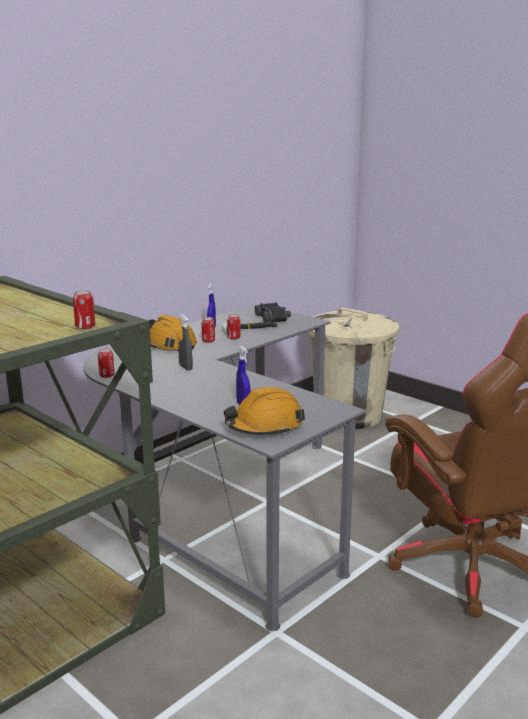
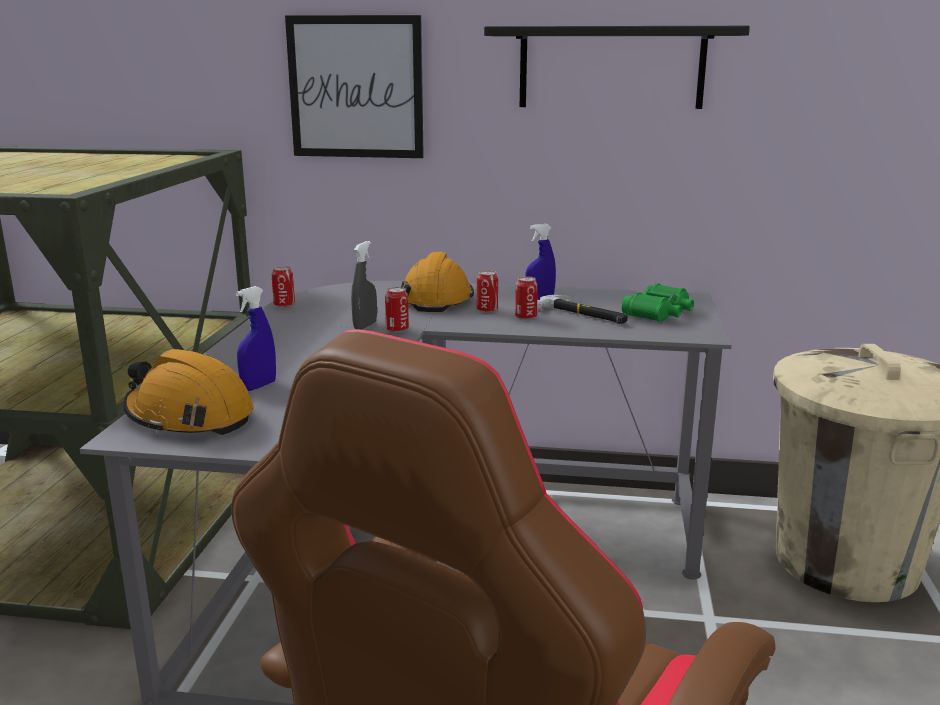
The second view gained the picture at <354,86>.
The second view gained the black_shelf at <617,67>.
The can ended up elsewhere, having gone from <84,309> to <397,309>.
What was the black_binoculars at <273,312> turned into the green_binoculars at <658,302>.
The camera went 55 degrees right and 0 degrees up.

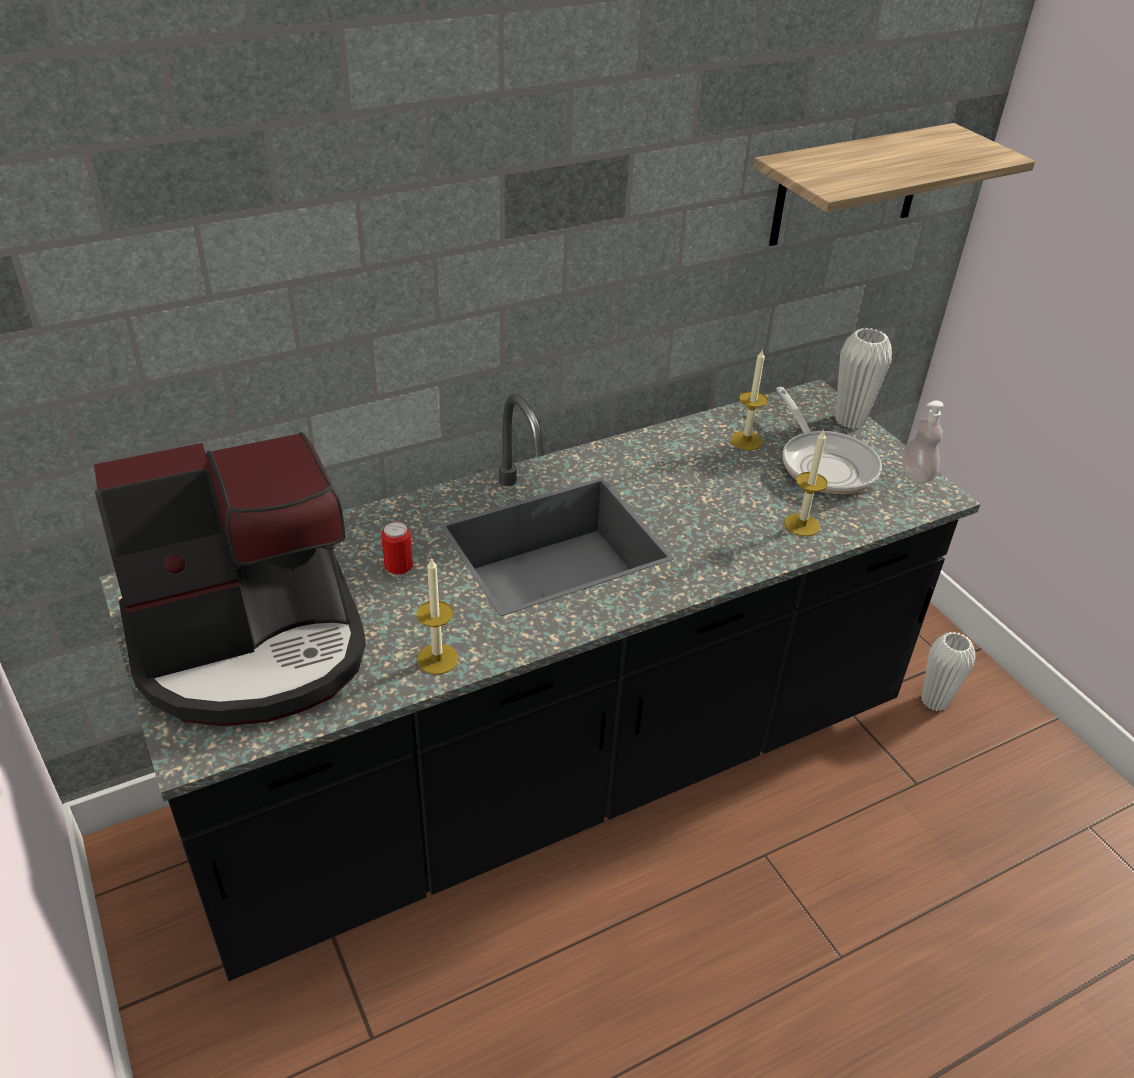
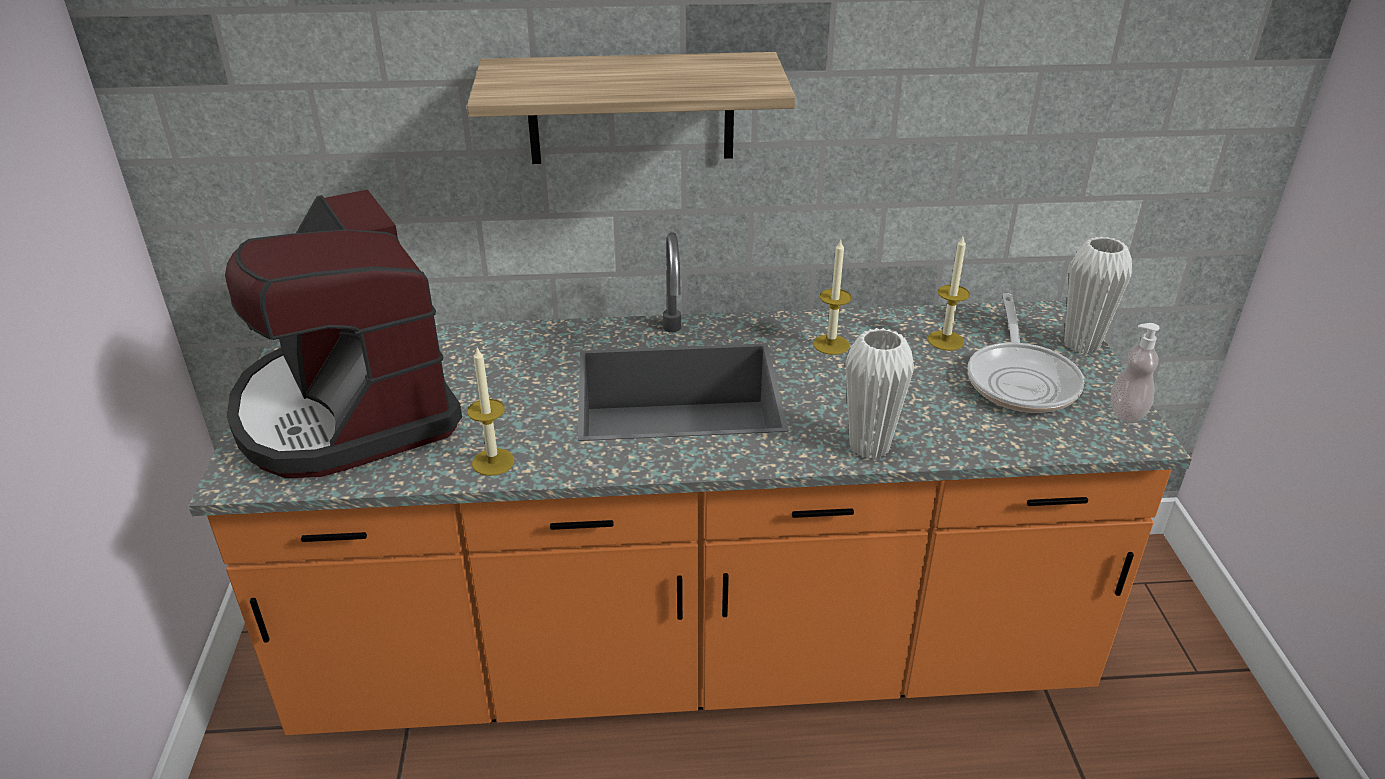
The second view lost the can at <397,549>.
The shelf ended up elsewhere, having gone from <894,184> to <631,108>.
The candle ended up elsewhere, having gone from <806,482> to <832,297>.
The white_vase ended up elsewhere, having gone from <948,671> to <879,393>.
What was the black_counter at <540,680> turned into the orange_counter at <690,483>.
The coffee_machine at <230,579> ended up facing another way, 60 degrees clockwise from before.
The camera went 25 degrees right and 5 degrees down.

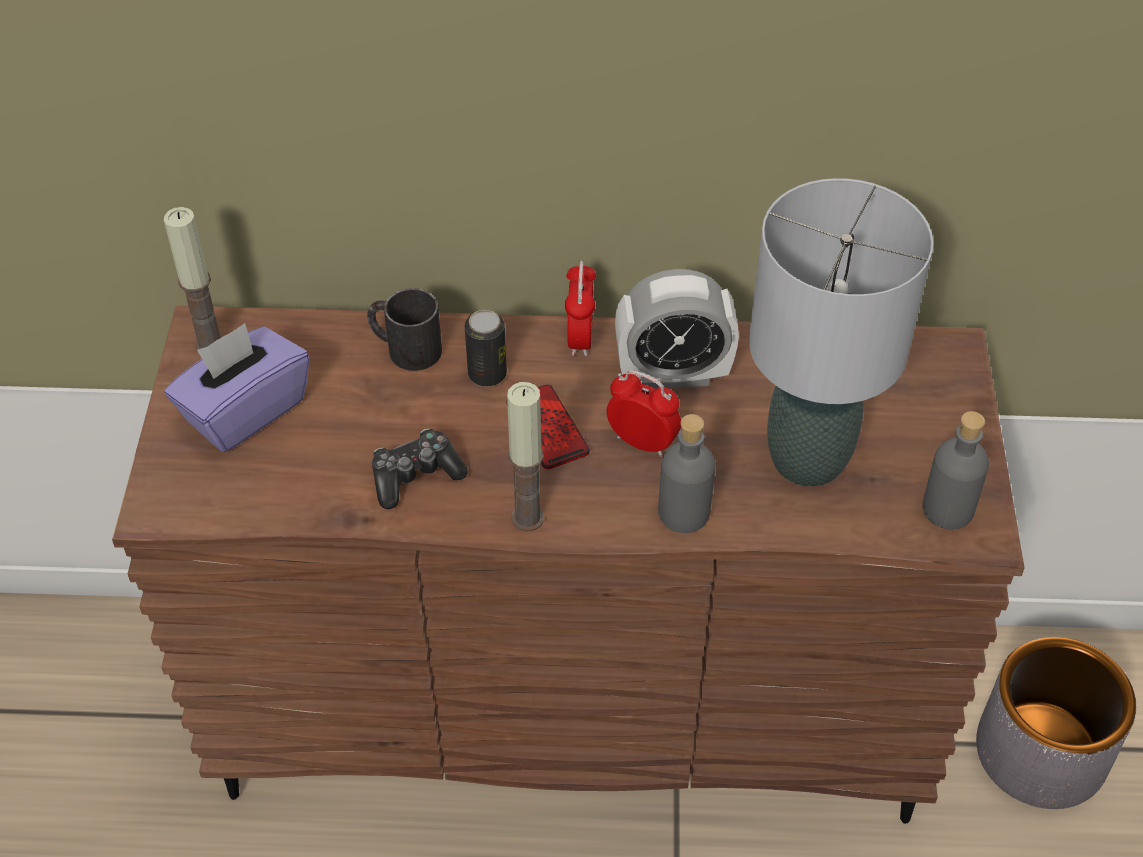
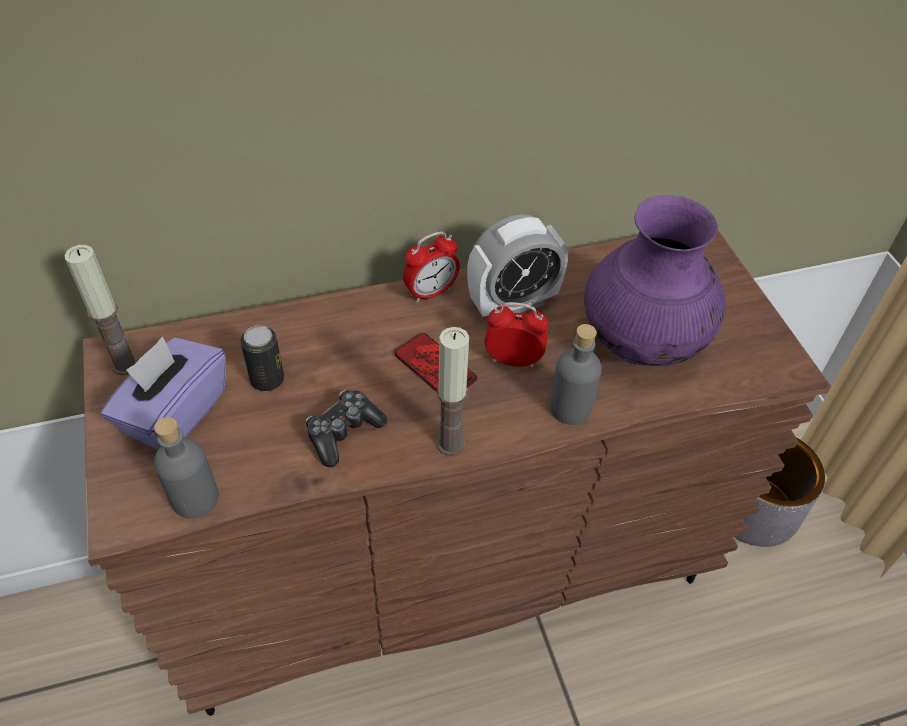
The second view lost the black_mug at <404,329>.
The can ended up elsewhere, having gone from <486,348> to <262,358>.
The grey_bottle ended up elsewhere, having gone from <956,470> to <186,468>.
Where the grey_table_lamp stood at <841,332>, the purple_vase came to stand at <655,280>.
The alarm_clock at <580,308> ended up facing another way, 75 degrees clockwise from before.
The camera went 20 degrees left and 0 degrees up.

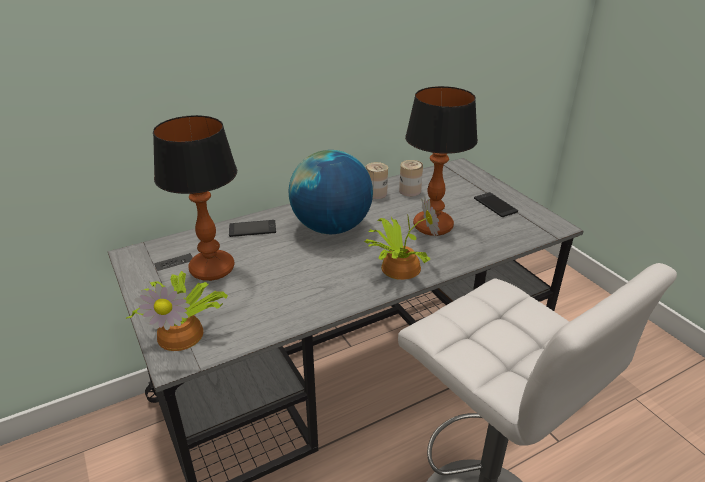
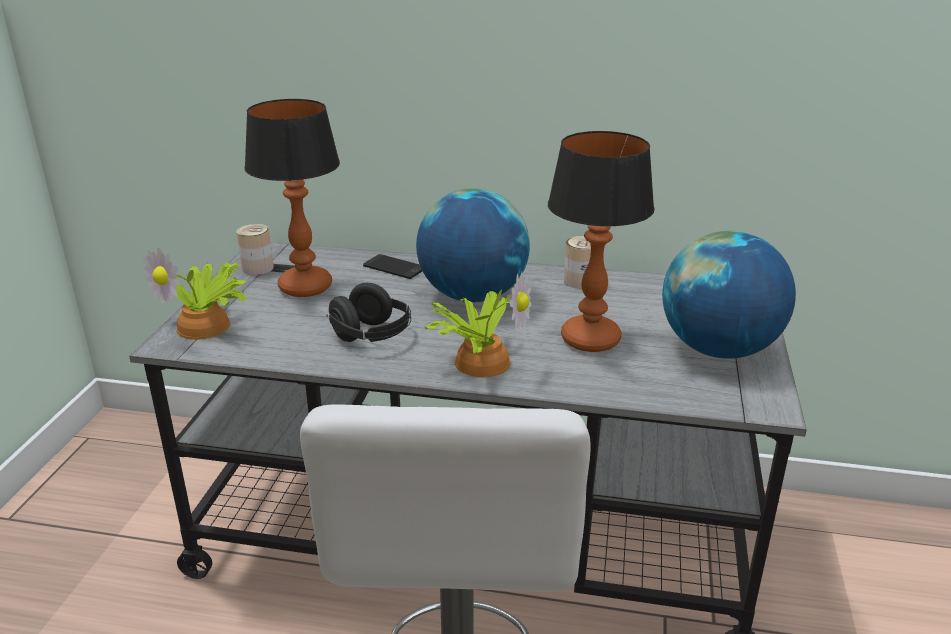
The second view gained the black_headphones at <368,312>.
The can ended up elsewhere, having gone from <411,178> to <255,249>.
Where the phone stood at <496,204>, the globe came to stand at <729,295>.
The camera went 40 degrees right and 5 degrees down.

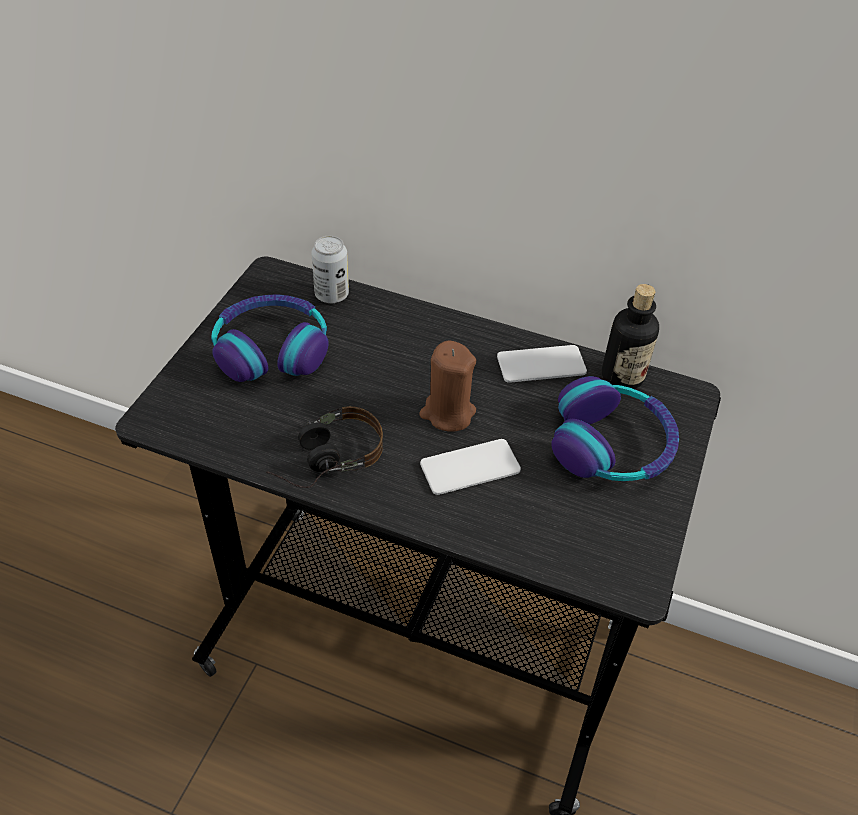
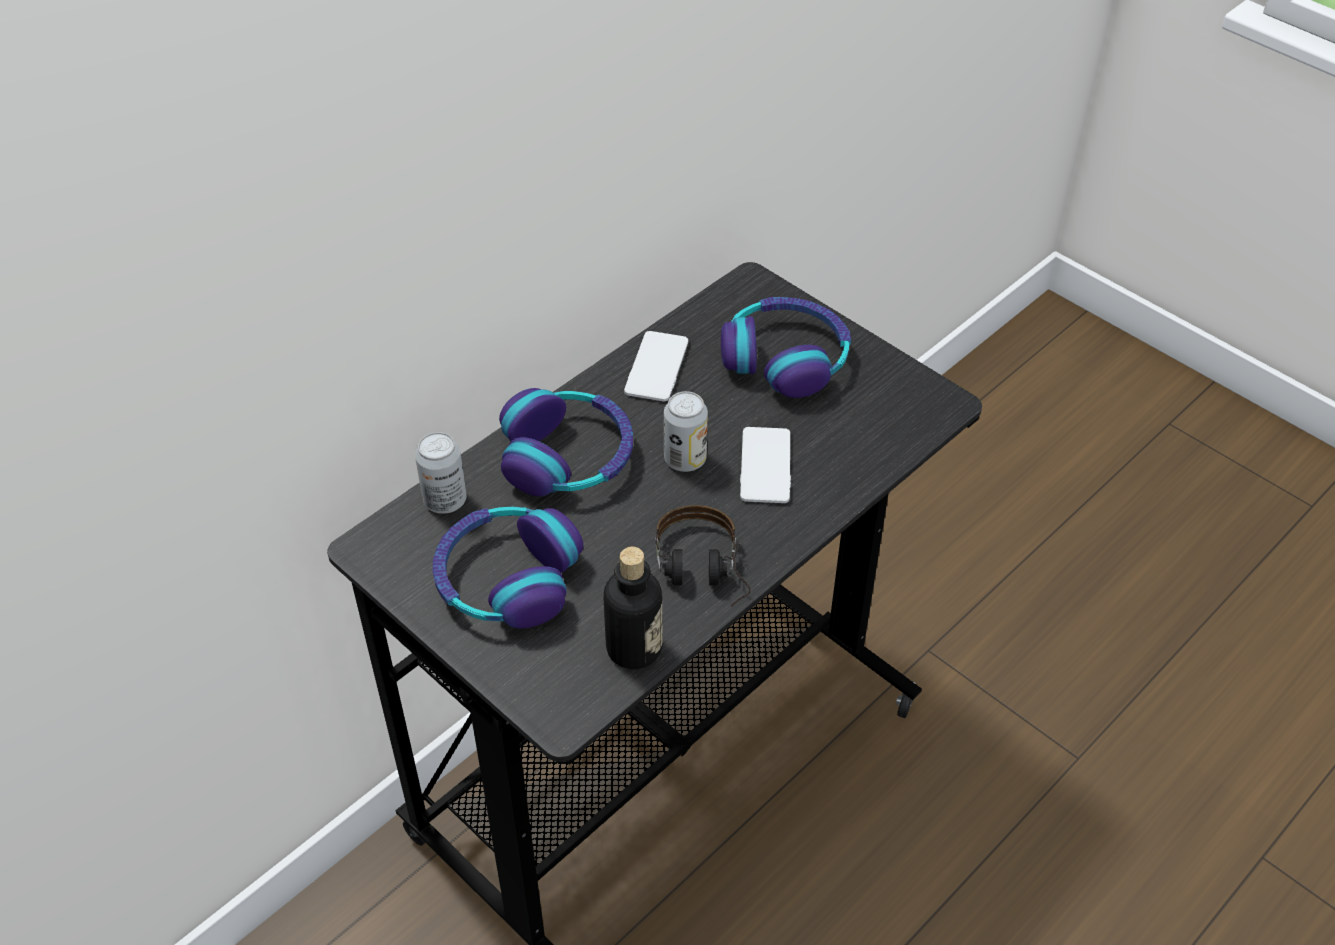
The second view gained the headphones at <566,442>.
The bottle ended up elsewhere, having gone from <630,336> to <633,608>.
Where the brown_candle stood at <447,385>, the can came to stand at <686,431>.
The camera went 65 degrees left and 0 degrees up.

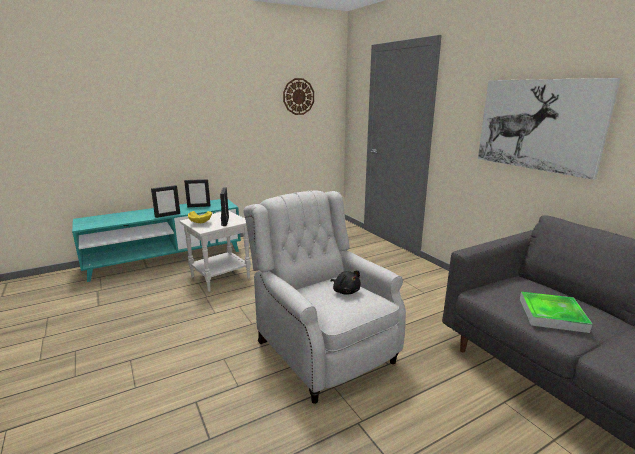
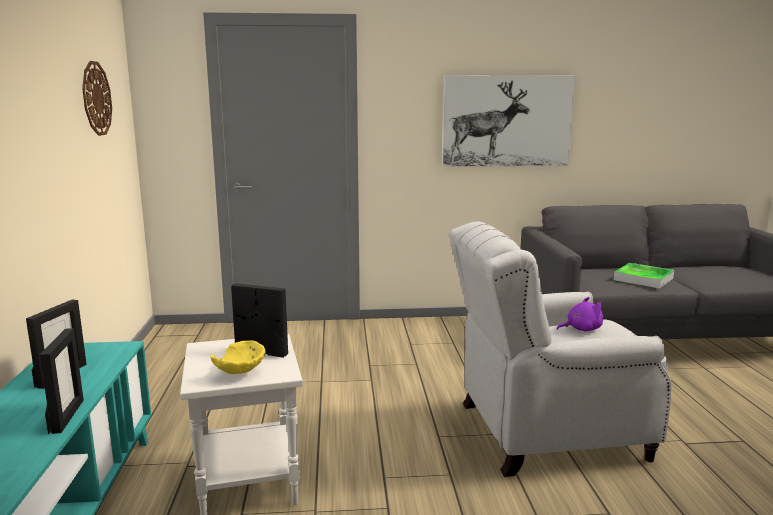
What was the black_plush_toy at <346,283> turned into the purple_plush_toy at <580,314>.
The camera went 65 degrees left and 5 degrees down.

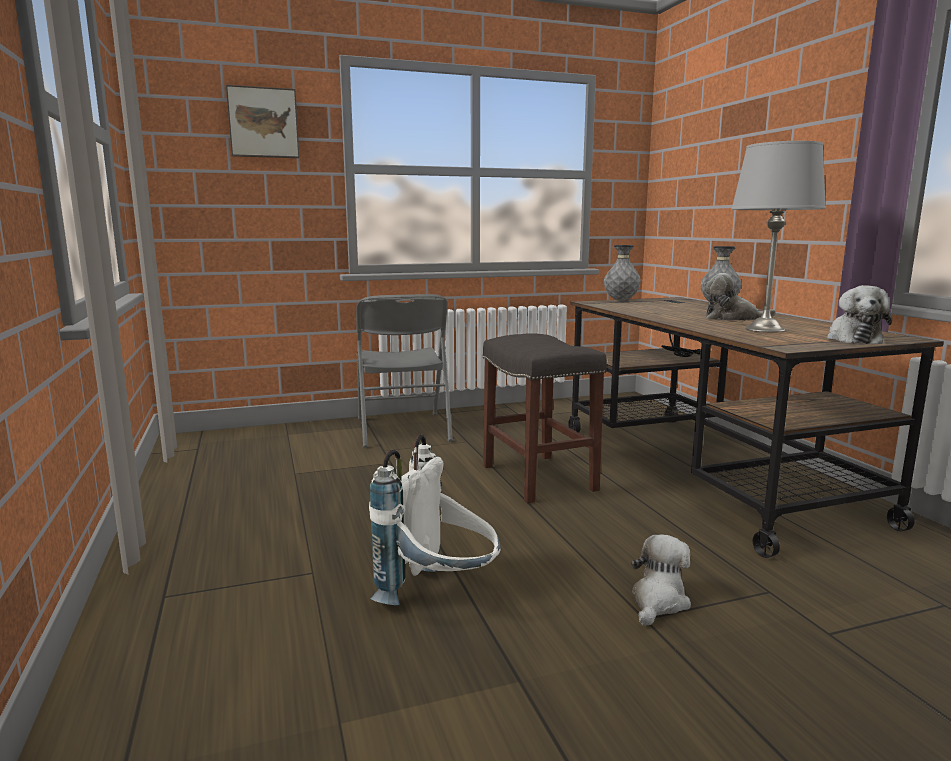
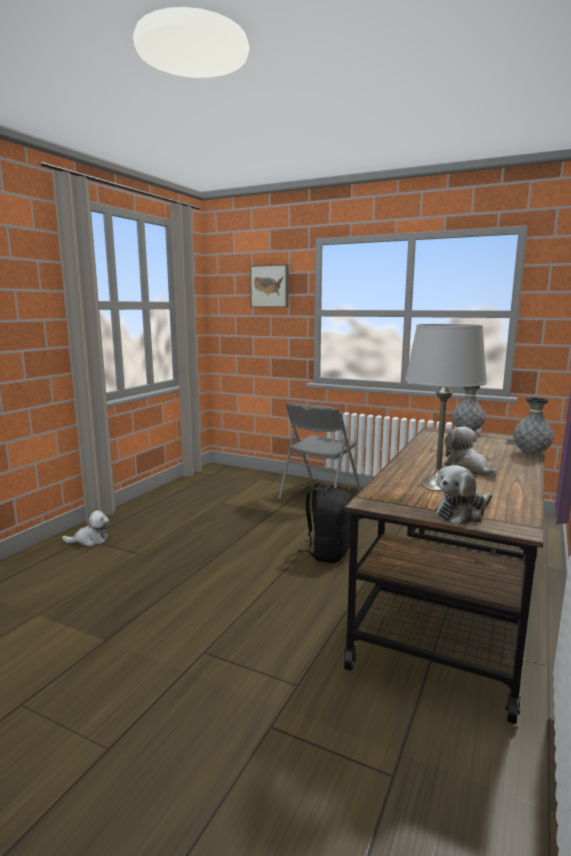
The second view lost the white_backpack at <435,519>.
The plush_toy ended up elsewhere, having gone from <661,580> to <85,528>.
Where the grey_stool stood at <545,418>, the black_backpack came to stand at <325,522>.
The camera went 45 degrees right and 0 degrees up.

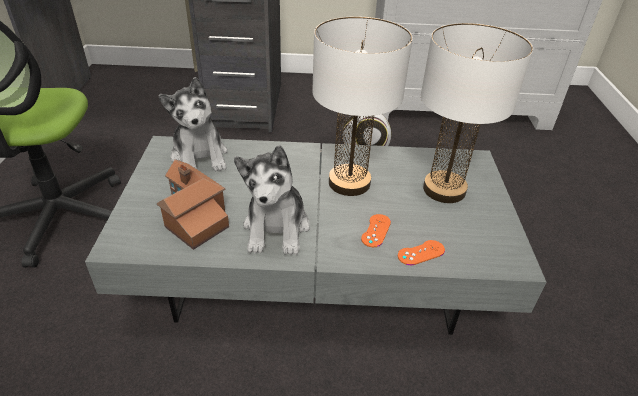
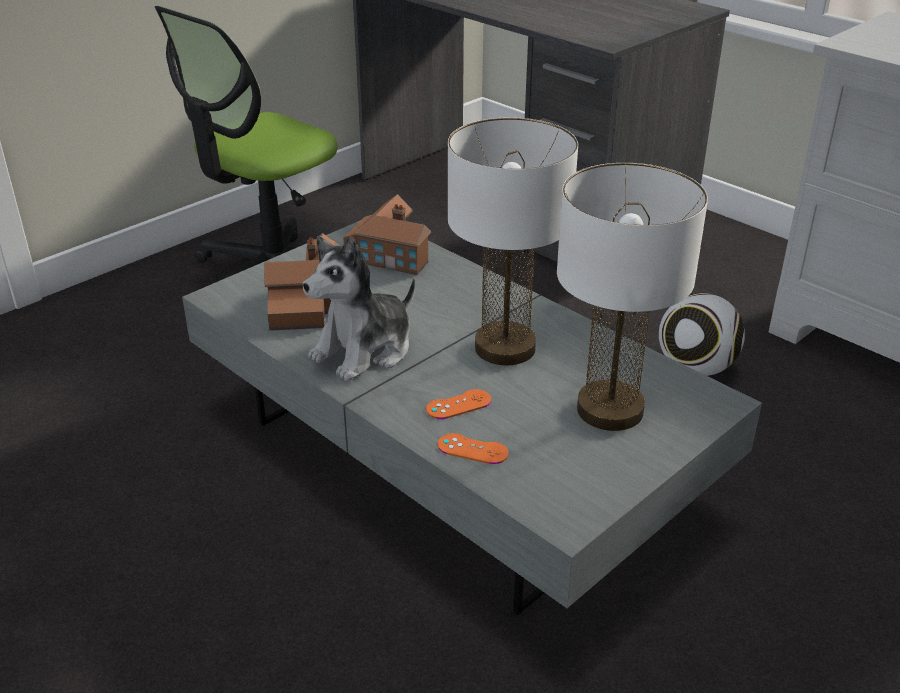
Where the plush_toy stood at <193,124>, the toy_house came to stand at <387,234>.
The camera went 45 degrees right and 5 degrees down.

